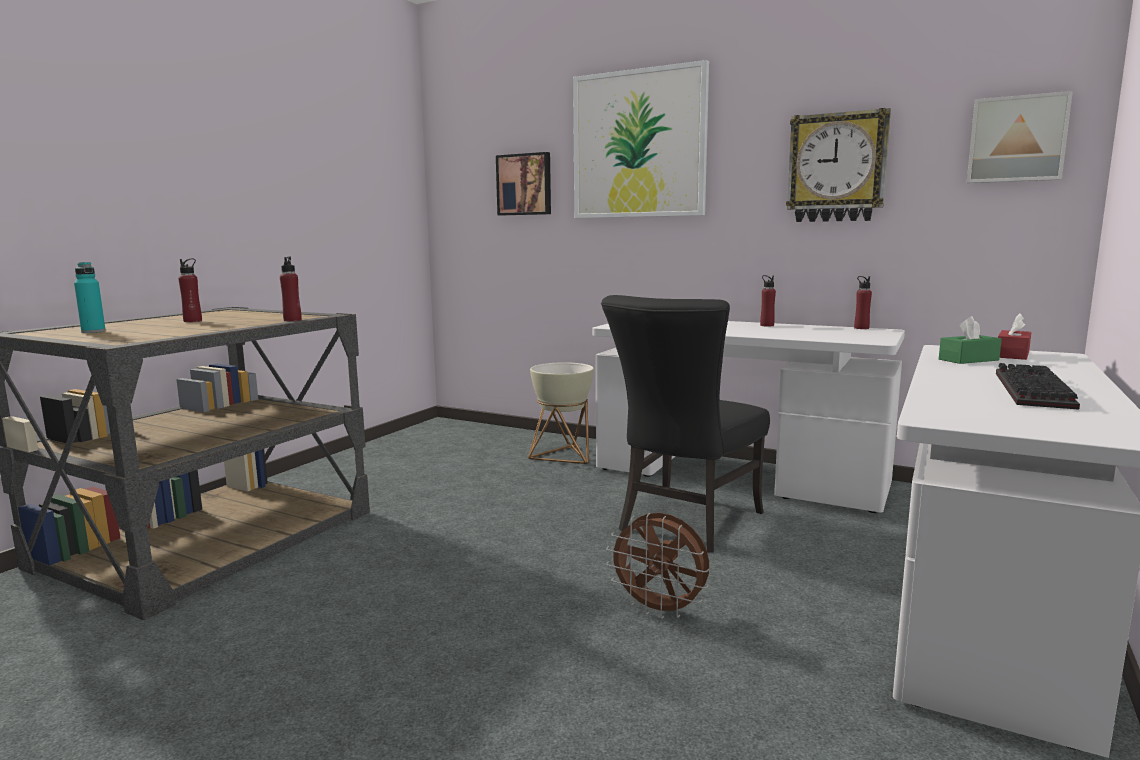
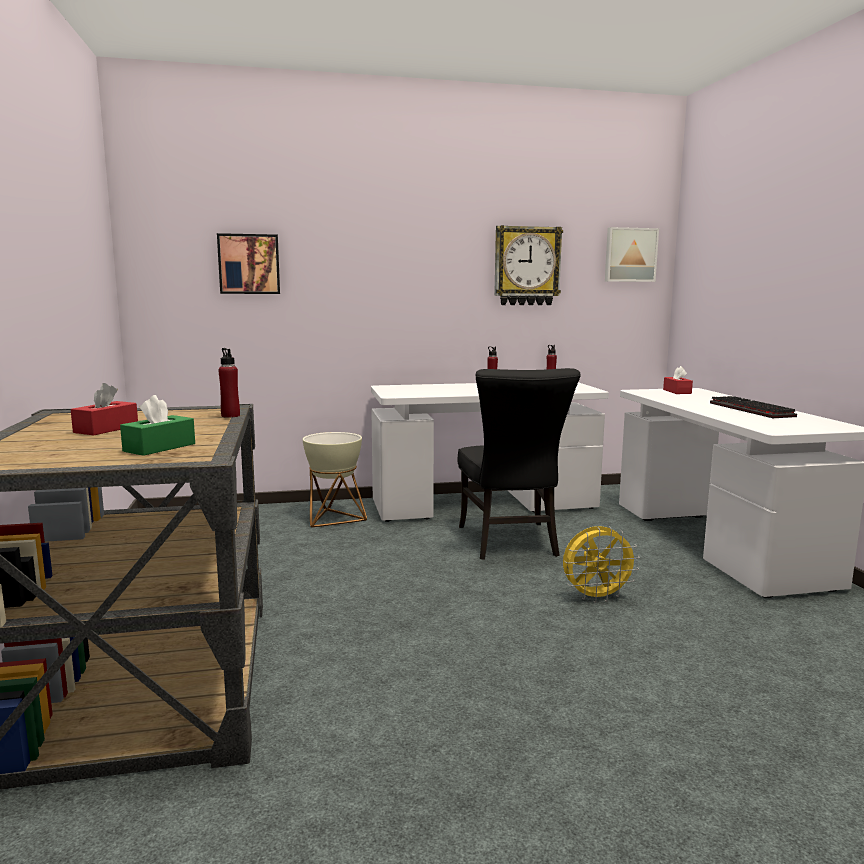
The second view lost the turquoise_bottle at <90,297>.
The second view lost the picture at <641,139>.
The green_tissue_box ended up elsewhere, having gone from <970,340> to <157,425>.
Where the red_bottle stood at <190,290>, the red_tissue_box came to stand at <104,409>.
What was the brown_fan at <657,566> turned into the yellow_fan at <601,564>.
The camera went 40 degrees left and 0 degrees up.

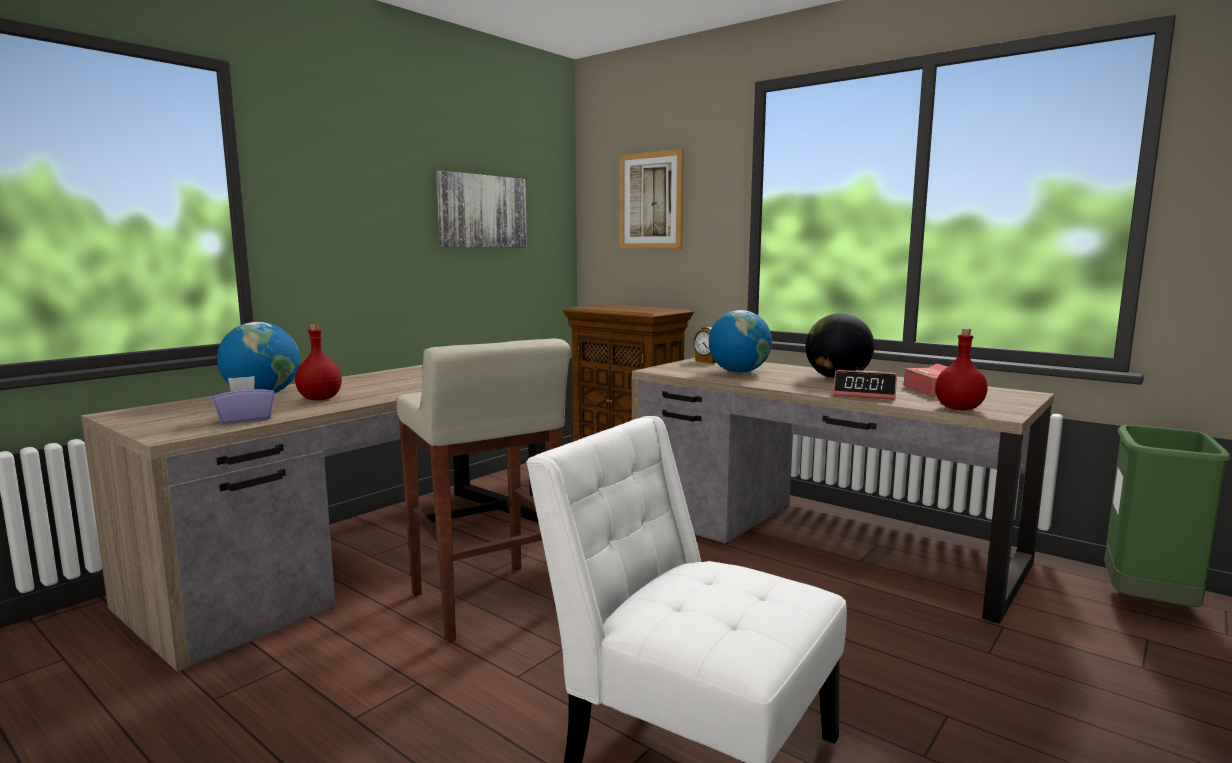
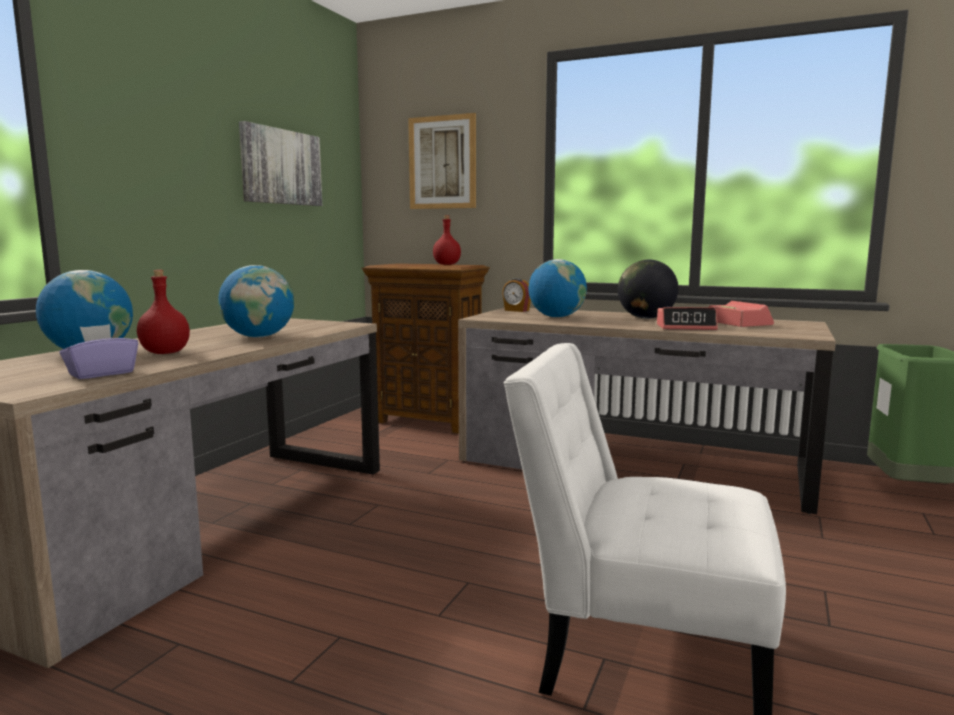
The second view lost the beige_stool at <483,490>.
The second view gained the globe at <256,301>.
The red_bottle ended up elsewhere, having gone from <961,369> to <447,240>.
The camera went 15 degrees left and 0 degrees up.

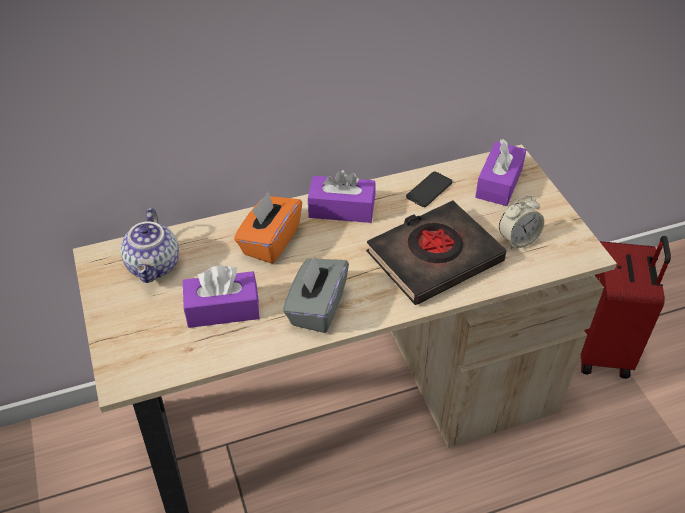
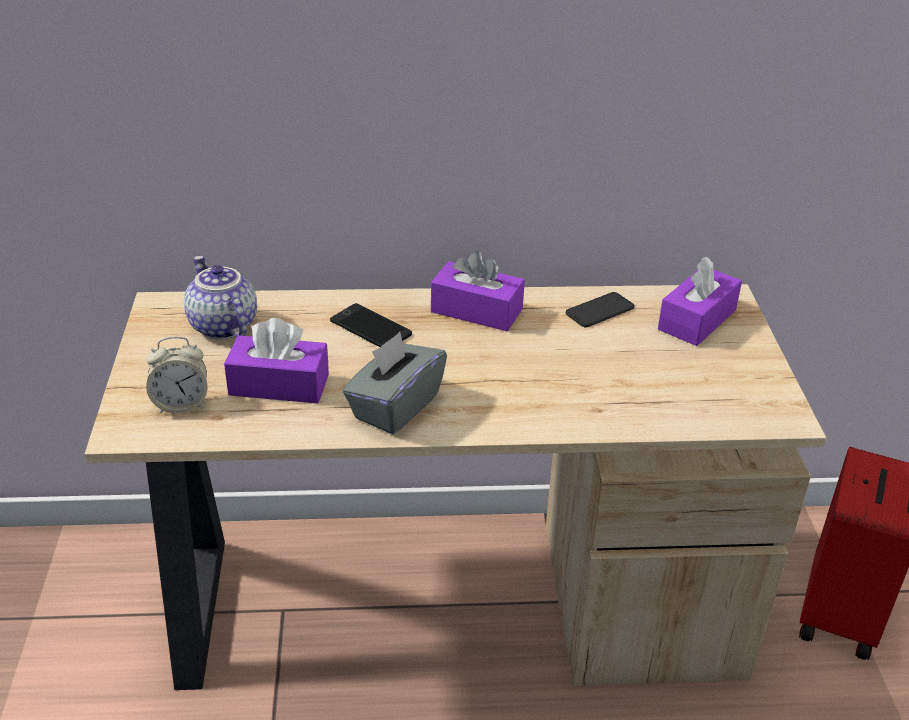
The second view lost the black_book at <436,252>.
The alarm_clock ended up elsewhere, having gone from <521,222> to <176,375>.
Where the orange_tissue_box stood at <268,228>, the phone came to stand at <371,325>.
The teapot at <150,245> ended up facing another way, 135 degrees clockwise from before.
The camera went 15 degrees right and 10 degrees down.

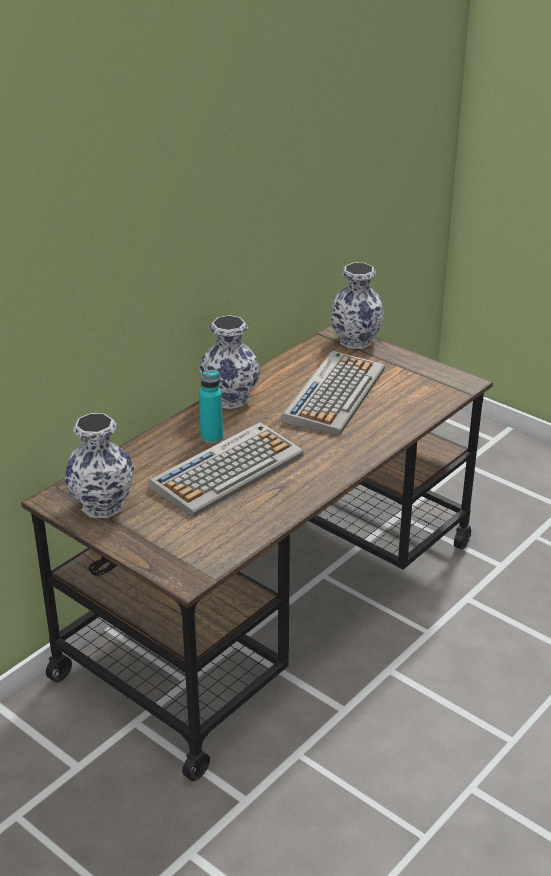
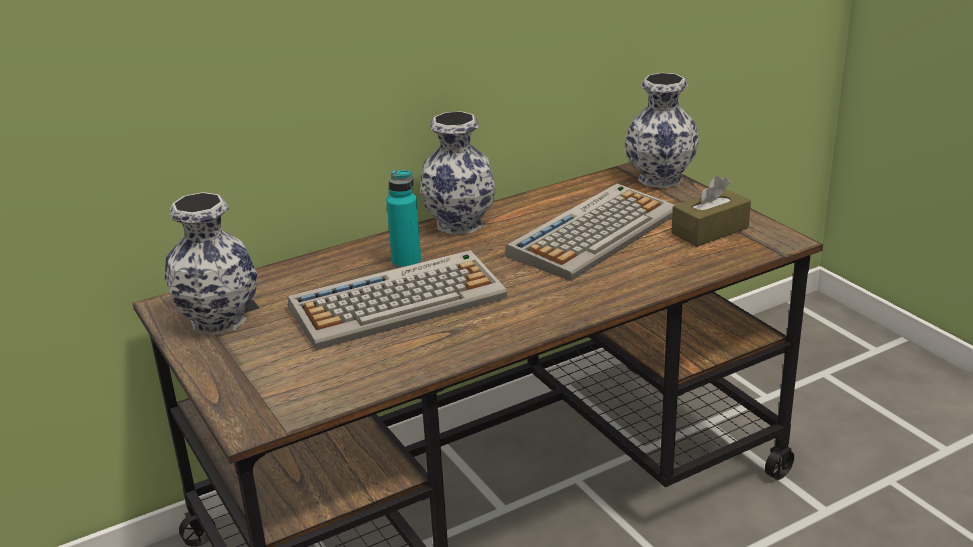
The second view gained the brown_tissue_box at <711,211>.
The camera went 20 degrees right and 5 degrees down.

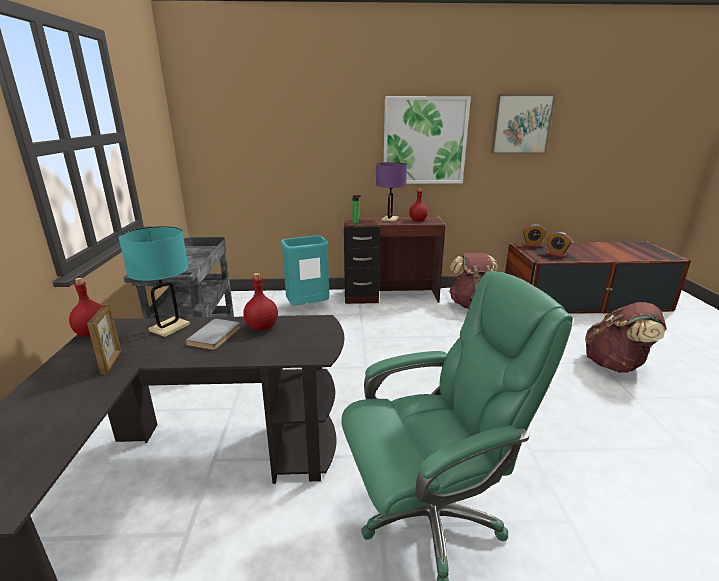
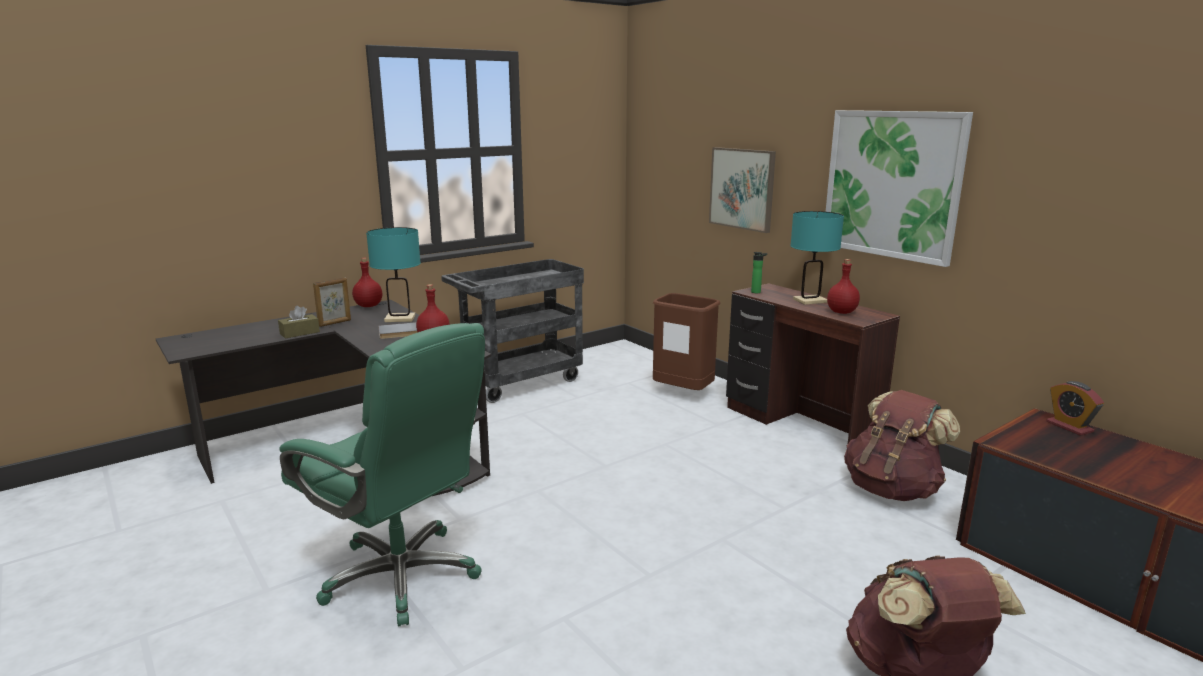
The second view lost the alarm_clock at <559,245>.
The second view gained the brown_tissue_box at <299,322>.
The picture ended up elsewhere, having gone from <523,124> to <742,190>.
What was the turquoise_trash_can at <305,270> turned into the brown_trash_can at <686,341>.
What was the purple_table_lamp at <391,192> turned into the turquoise_table_lamp at <817,258>.
The camera went 55 degrees right and 5 degrees down.

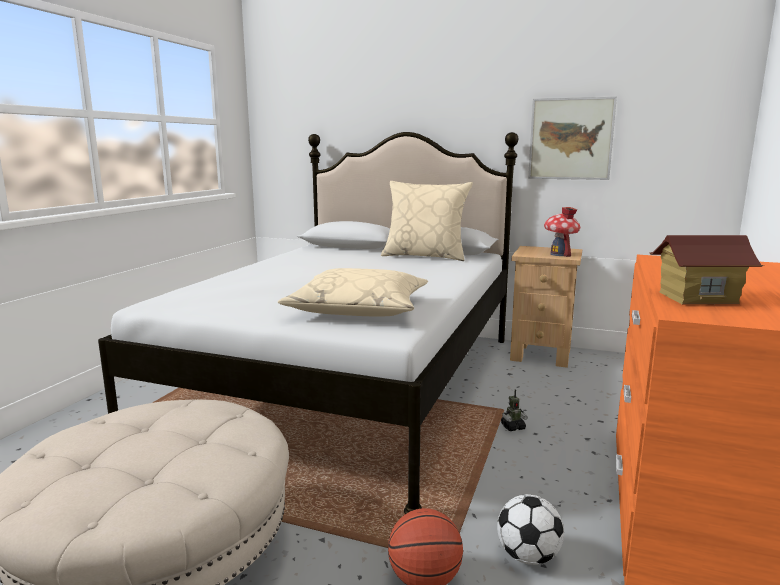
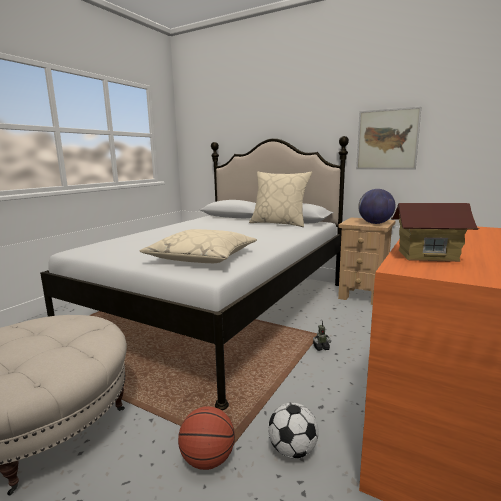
Where the toy_house stood at <562,232>, the globe came to stand at <376,206>.
The camera went 10 degrees right and 0 degrees up.

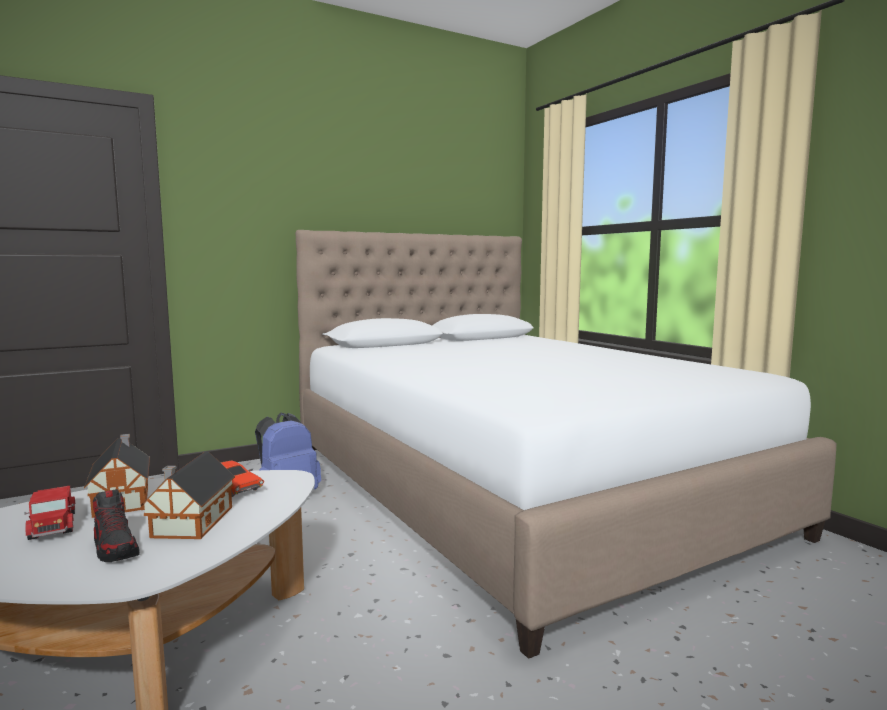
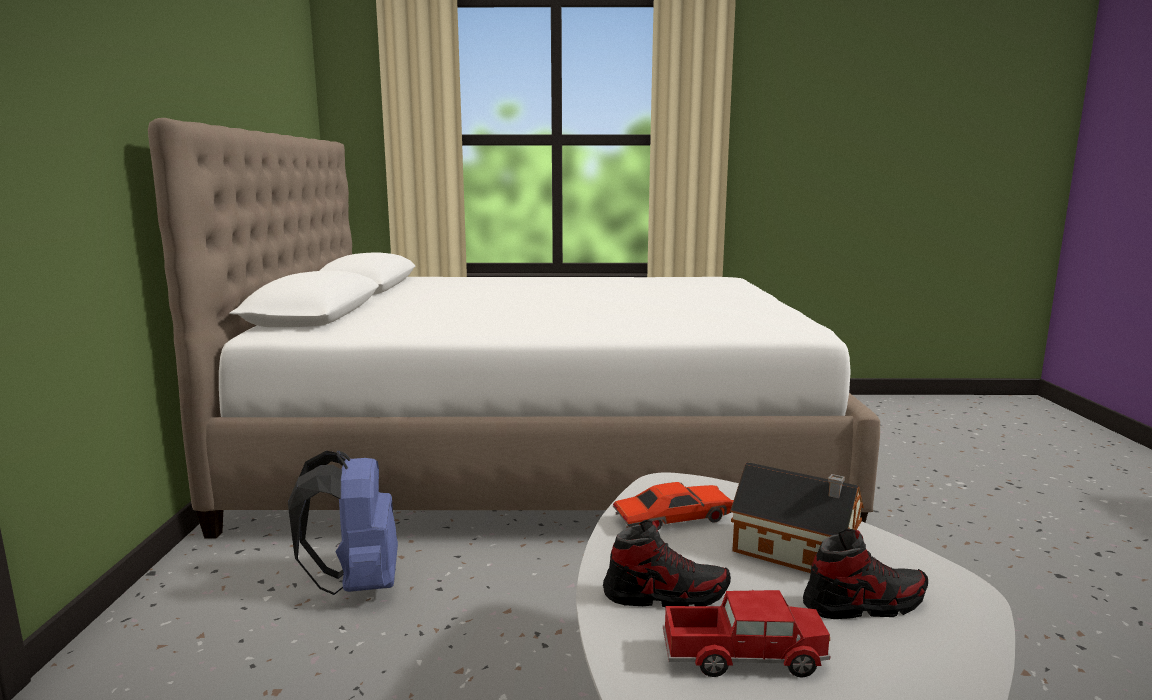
Where the toy_house stood at <117,476>, the shoe came to stand at <667,563>.
The camera went 60 degrees left and 5 degrees up.

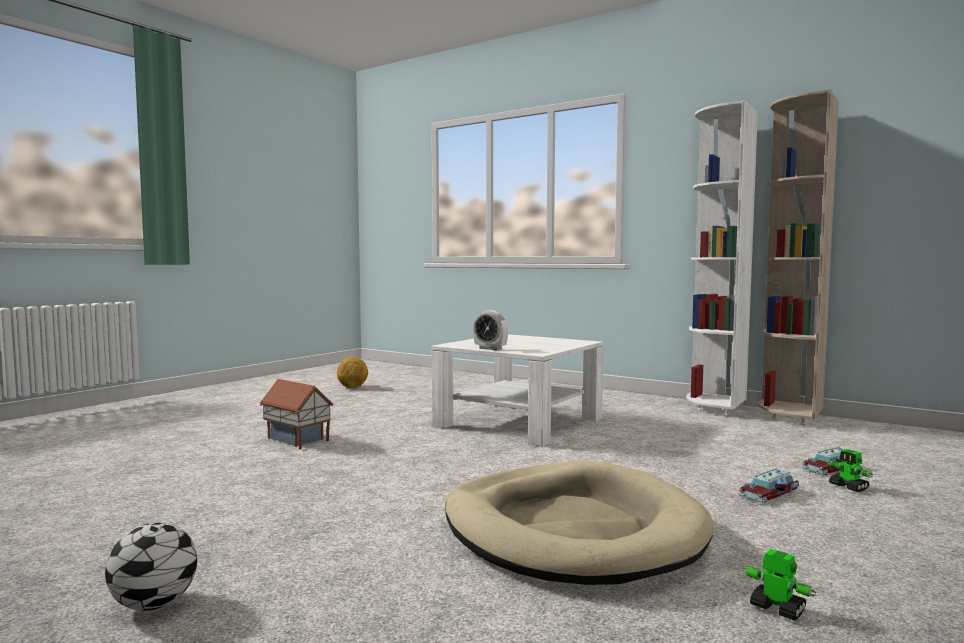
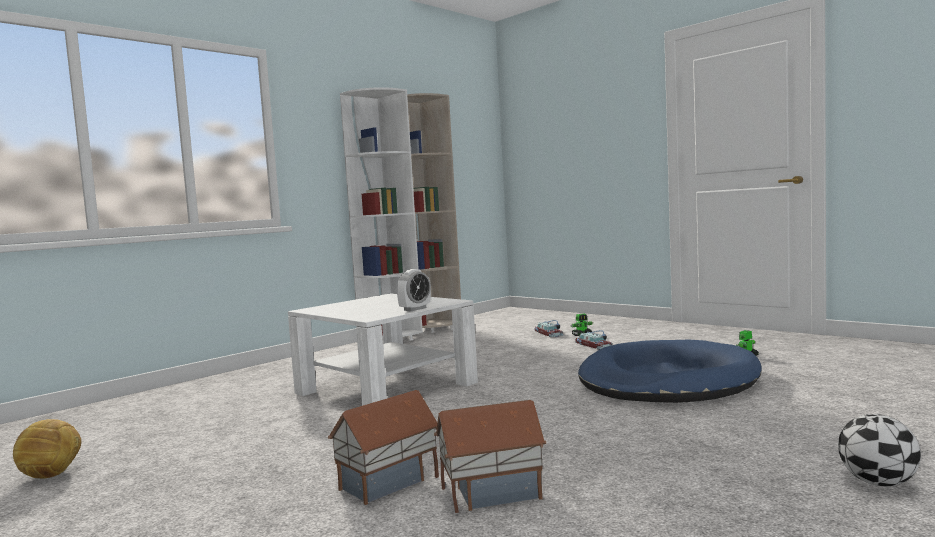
The second view gained the toy_house at <490,456>.
What was the beige_dog_bed at <579,523> turned into the blue_dog_bed at <670,371>.
The camera went 80 degrees left and 0 degrees up.

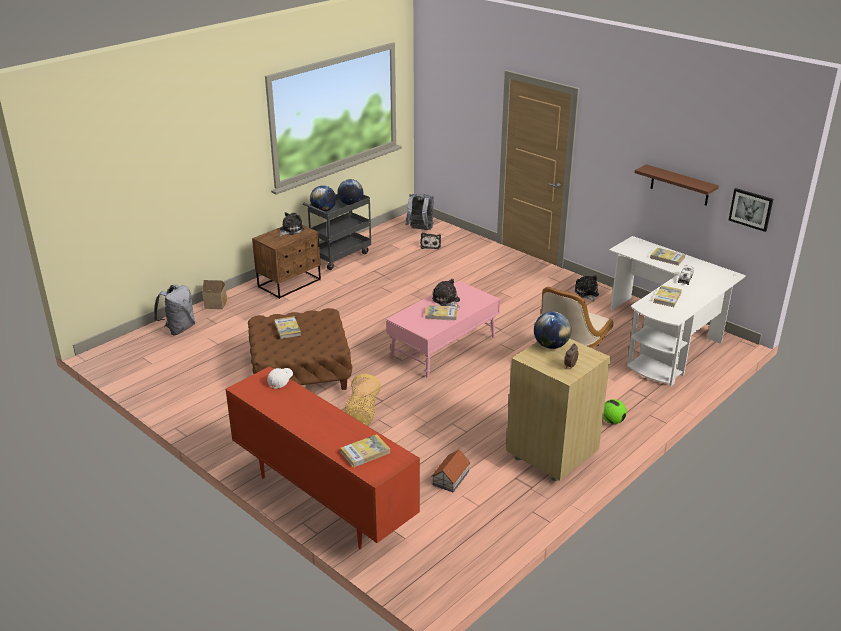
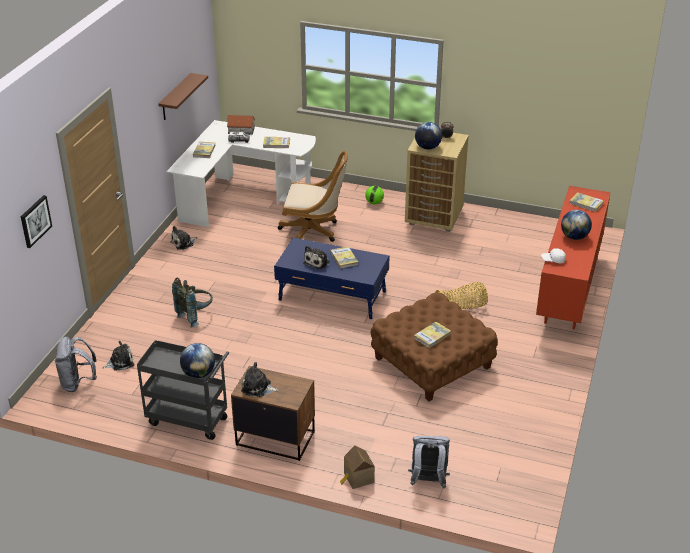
The second view gained the grey_backpack at <192,302>.
The globe ended up elsewhere, having gone from <350,192> to <576,225>.
The toy_house ended up elsewhere, having gone from <450,470> to <241,125>.
The picture ended up elsewhere, having gone from <751,210> to <36,221>.
What was the pink_coffee_table at <443,329> turned into the blue_coffee_table at <332,278>.
The camera went 115 degrees left and 5 degrees up.

